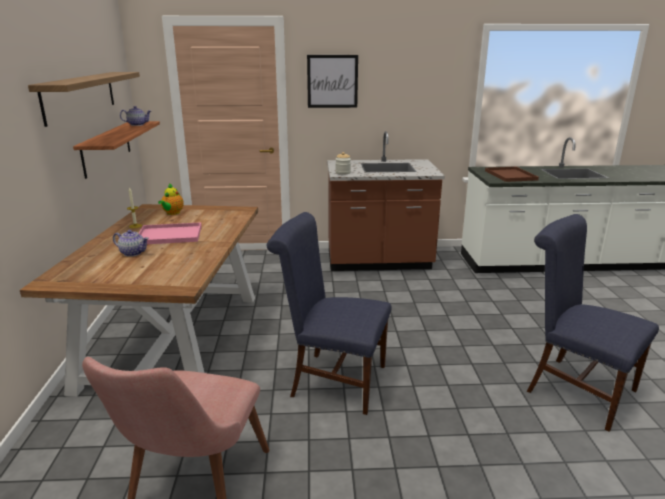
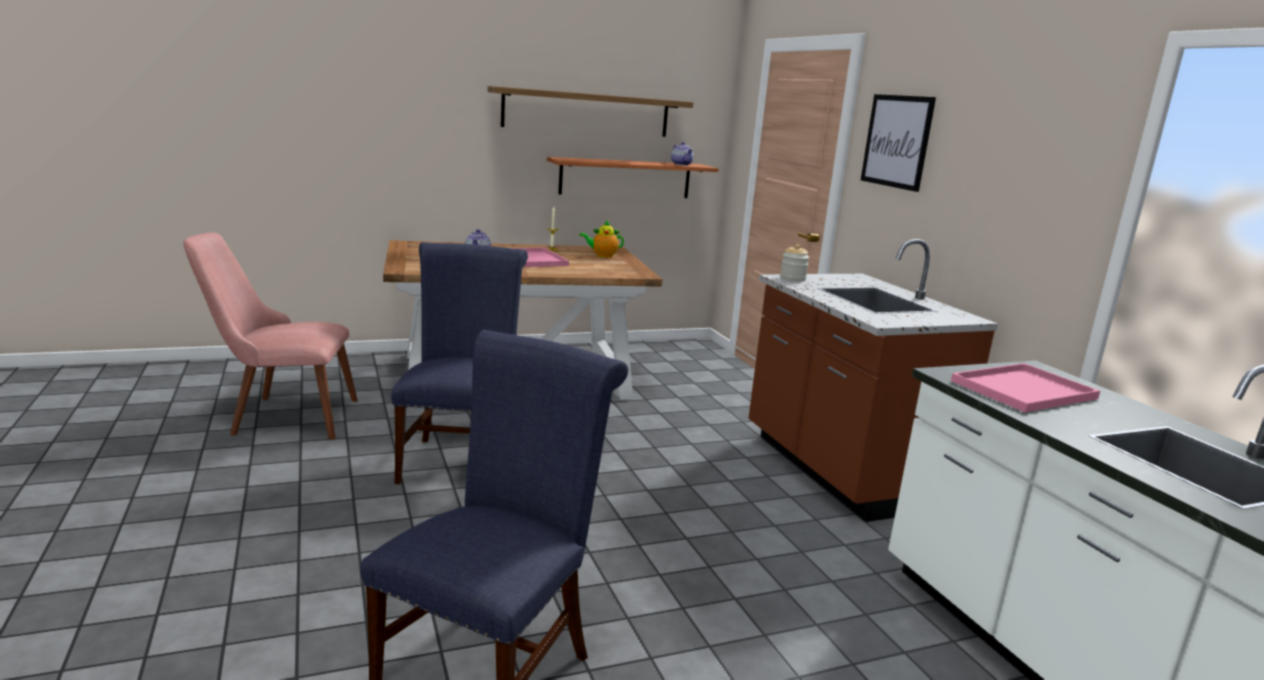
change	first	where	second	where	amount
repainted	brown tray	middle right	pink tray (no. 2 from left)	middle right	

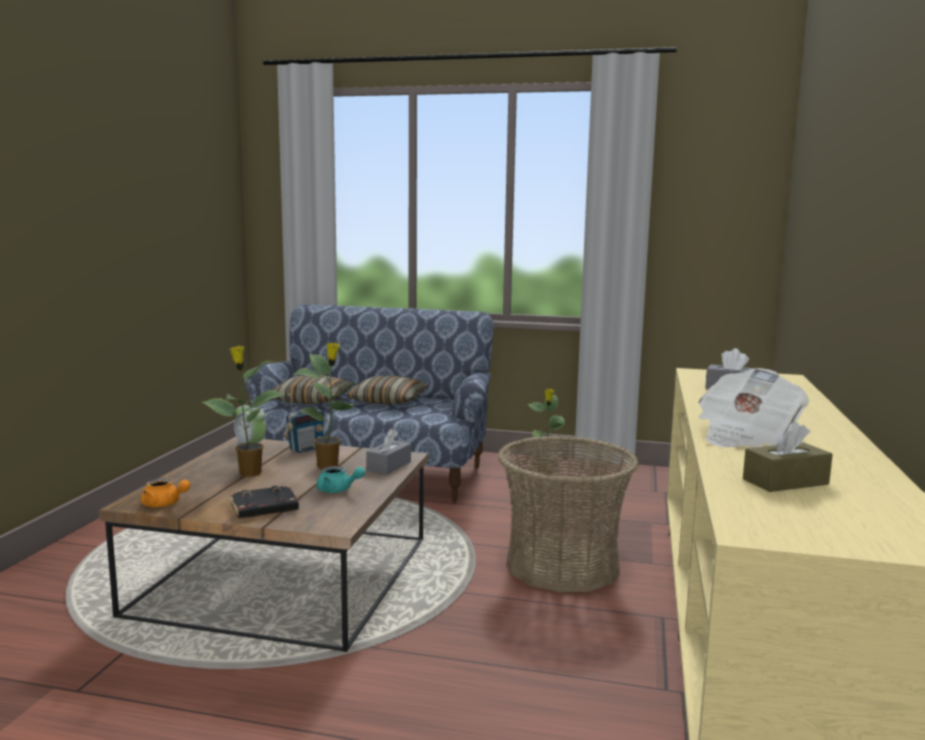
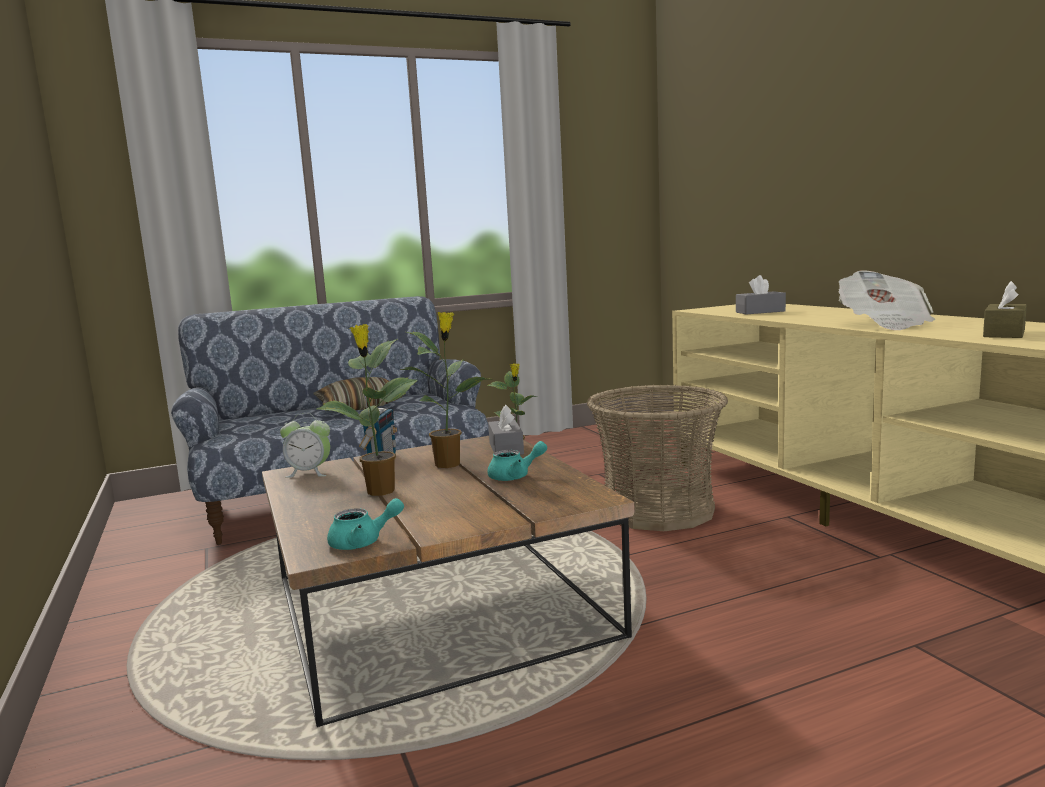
change	first	where	second	where	amount
gone	black book	bottom left			
gone	pillow (no. 1 from left)	centre			
repainted	orange teapot	middle left	turquoise teapot (no. 1 from left)	centre	

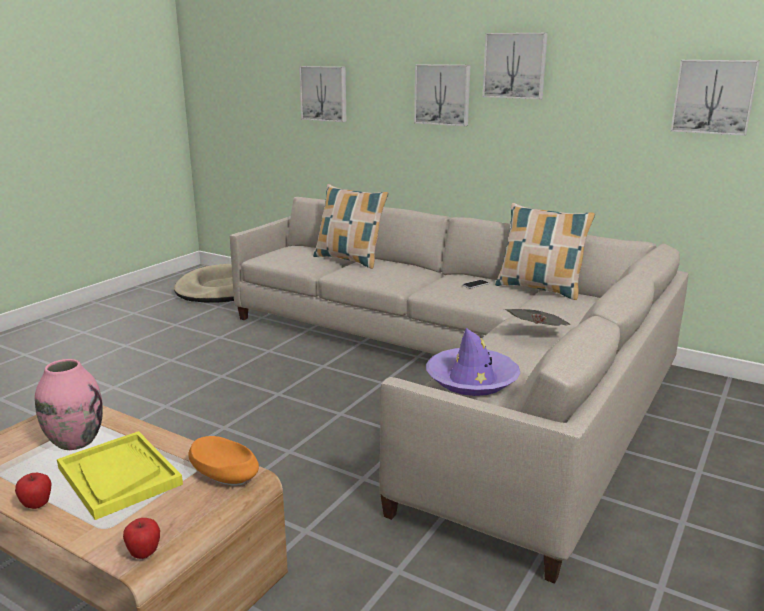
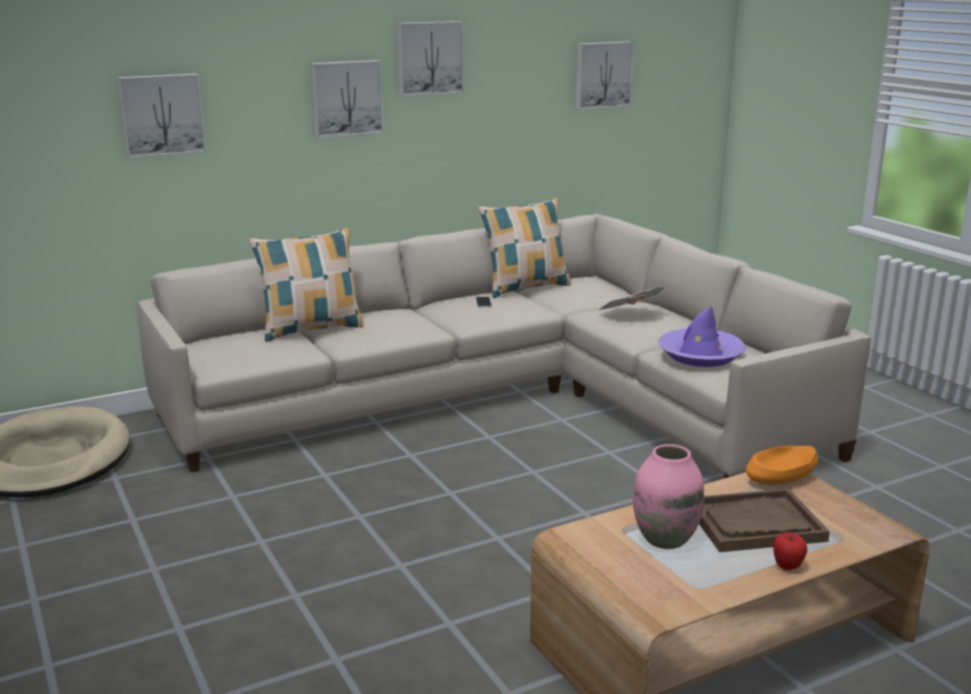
change	first	where	second	where	amount
gone	apple (no. 2 from left)	bottom left			
repainted	yellow tray	bottom left	brown tray	bottom right	

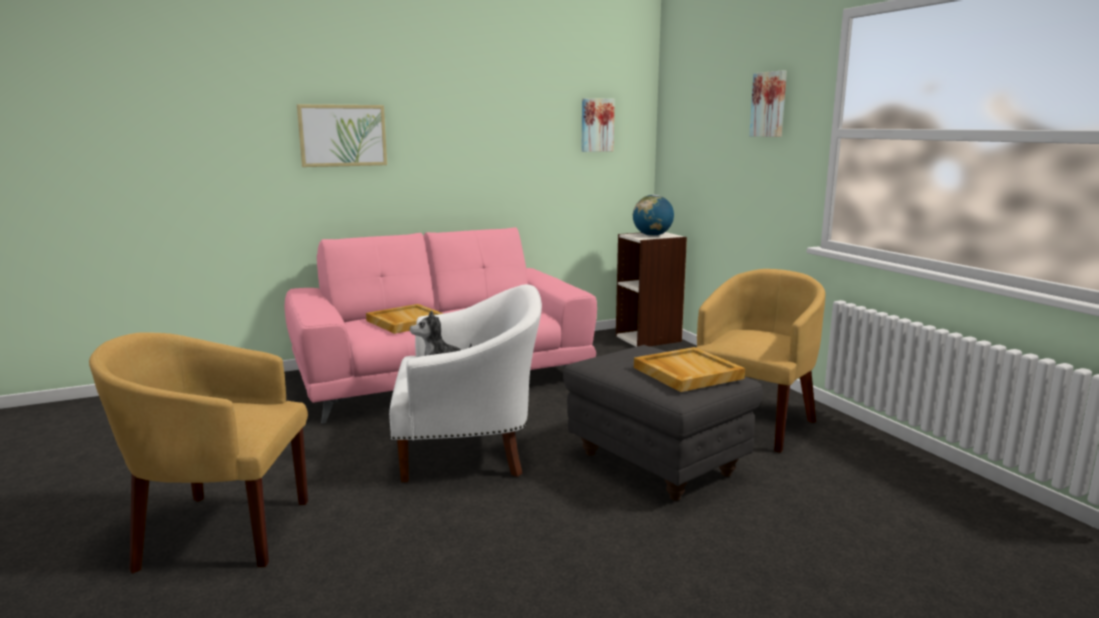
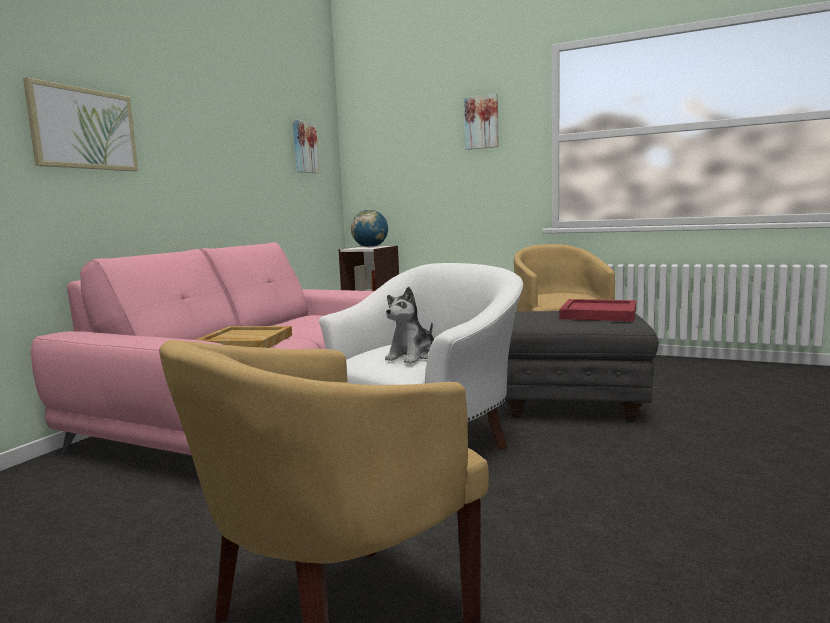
change	first	where	second	where	amount
repainted	beige tray (no. 2 from left)	centre	red tray	middle right	

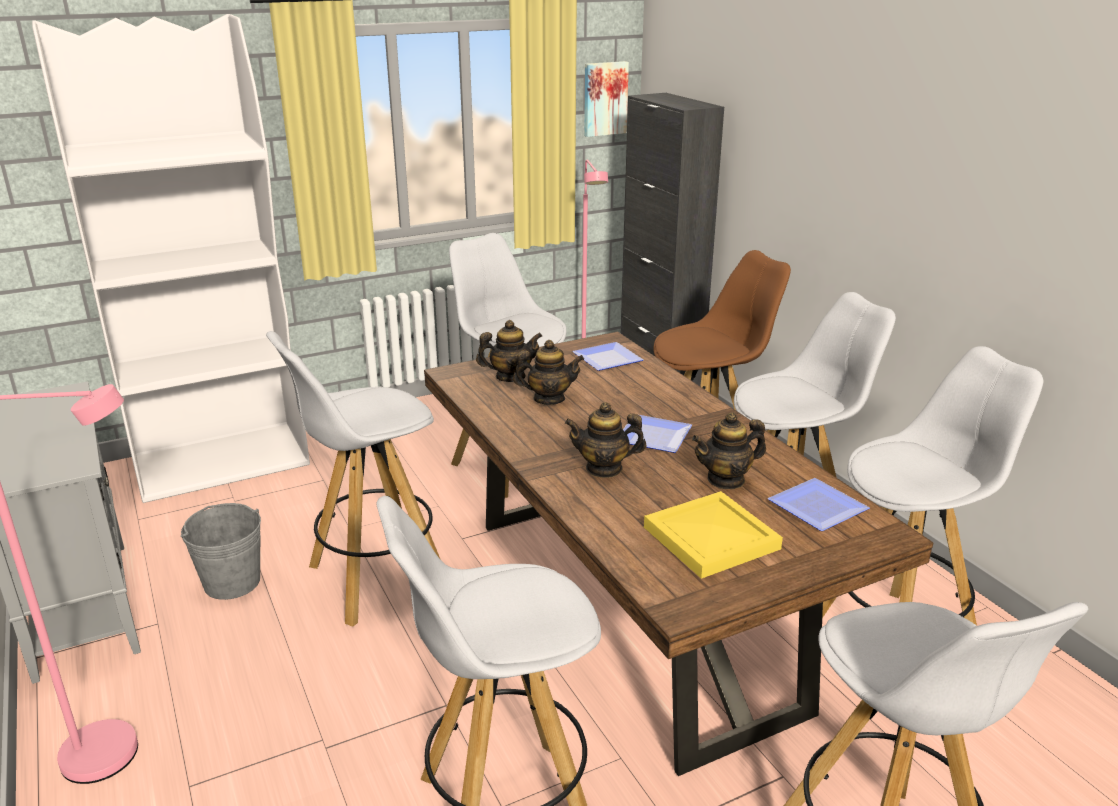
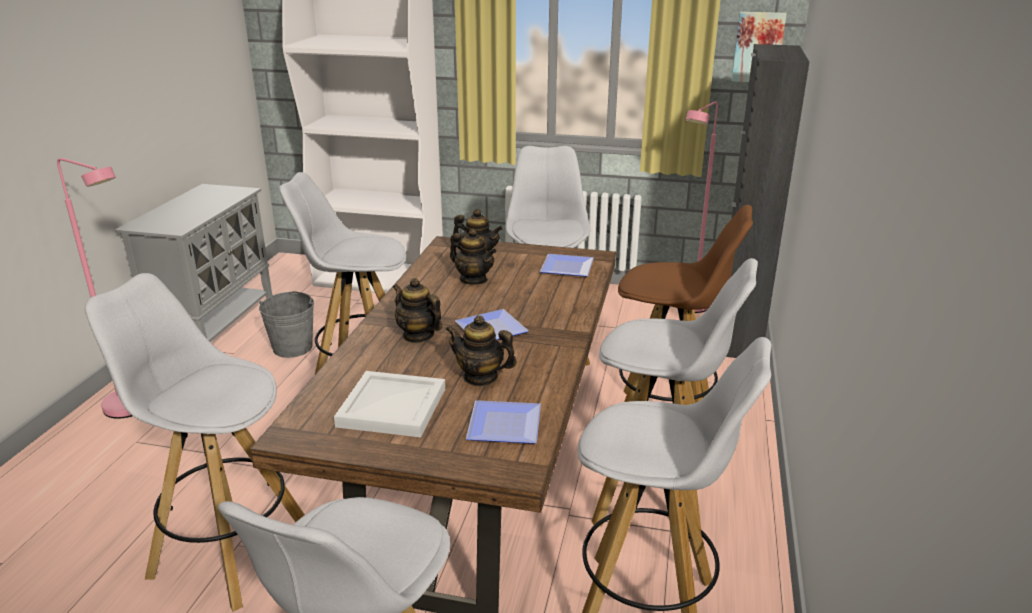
change	first	where	second	where	amount
repainted	yellow tray	centre	white tray	centre	

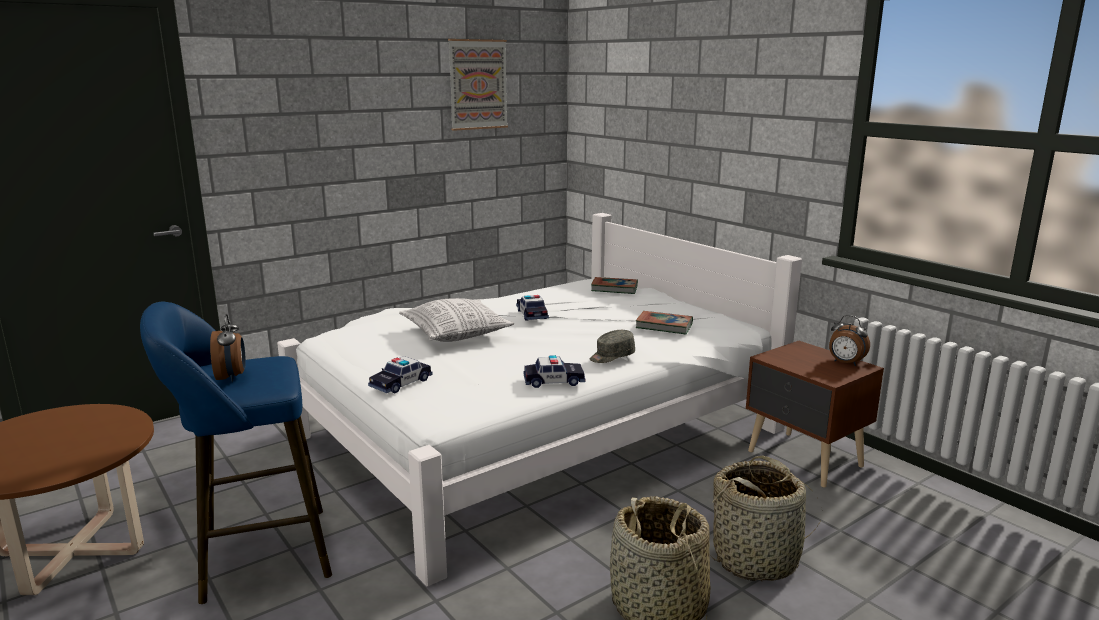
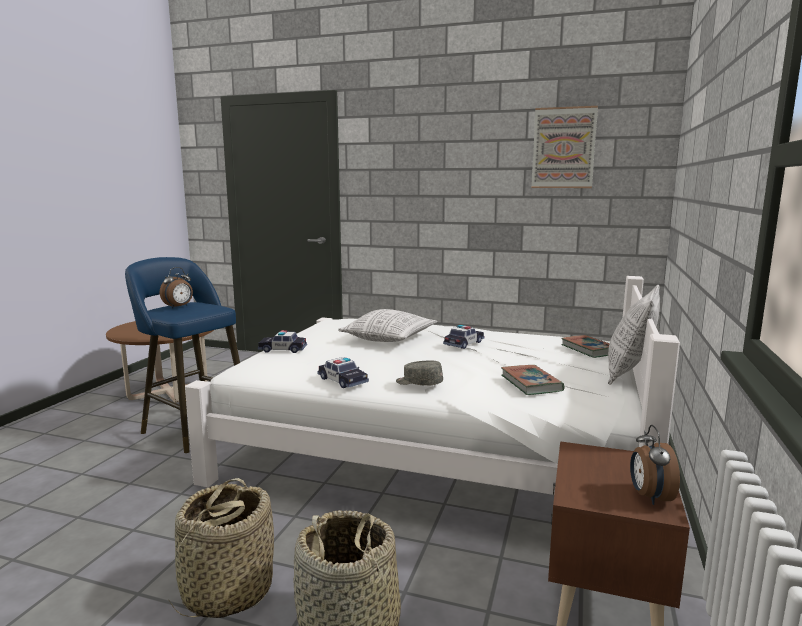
change	first	where	second	where	amount
new			pillow (no. 2 from left)	middle right	

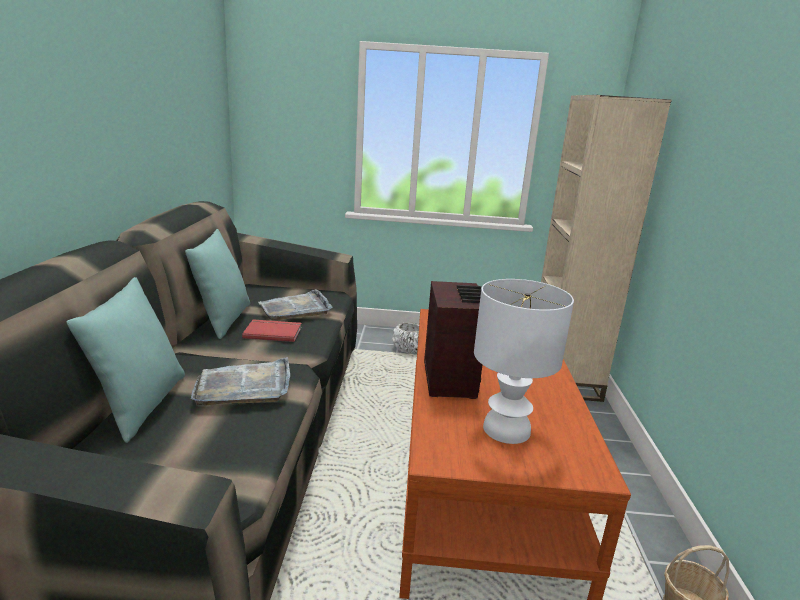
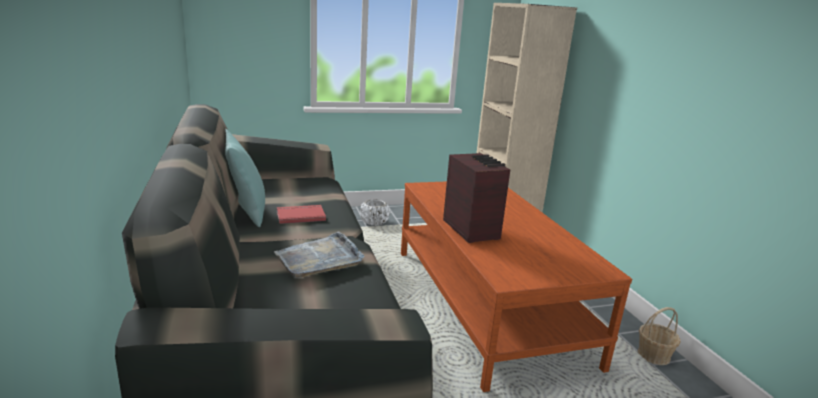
change	first	where	second	where	amount
gone	turquoise pillow (no. 1 from left)	middle left			
gone	grey tray (no. 2 from left)	centre			
gone	white table lamp	centre			

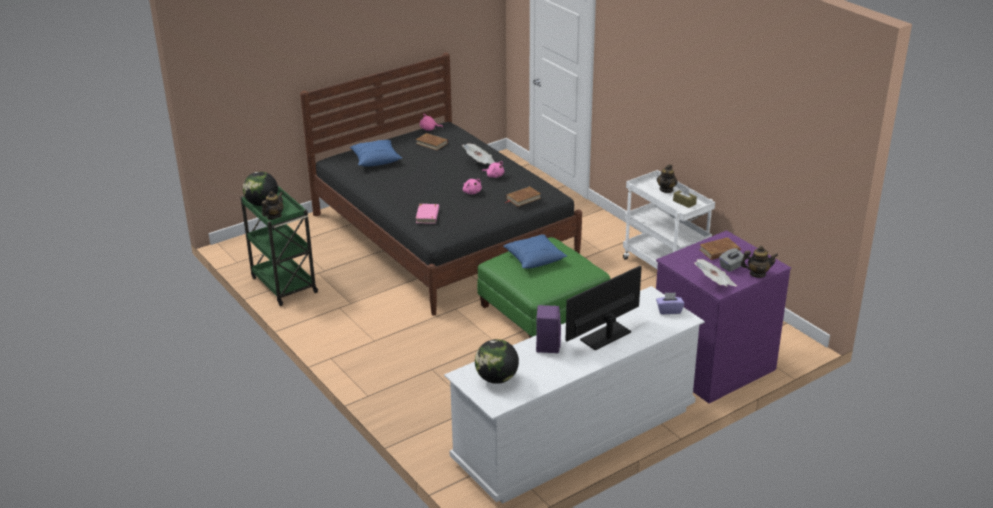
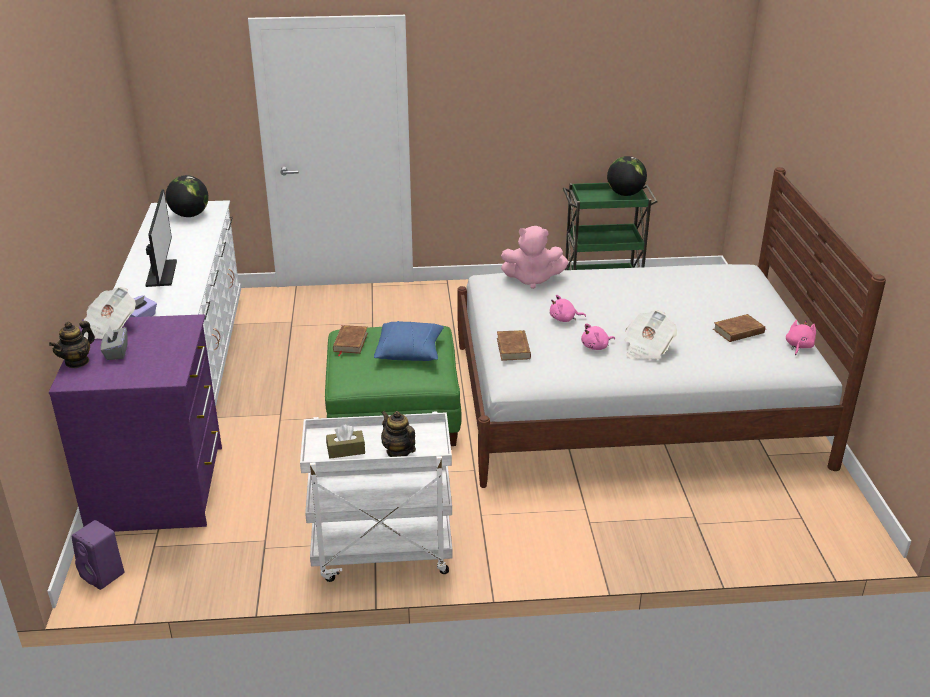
change	first	where	second	where	amount
gone	teapot (no. 1 from left)	middle left			
gone	blue pillow (no. 1 from left)	top centre			
shifted	purple speaker	centre		bottom left	
shifted	brown book (no. 3 from left in the first image)	middle right	brown book (no. 1 from left)	centre	
swapped	pink book	centre	pink plush toy (no. 1 from left)	centre	
repainted	black bed	centre	white bed	middle right	

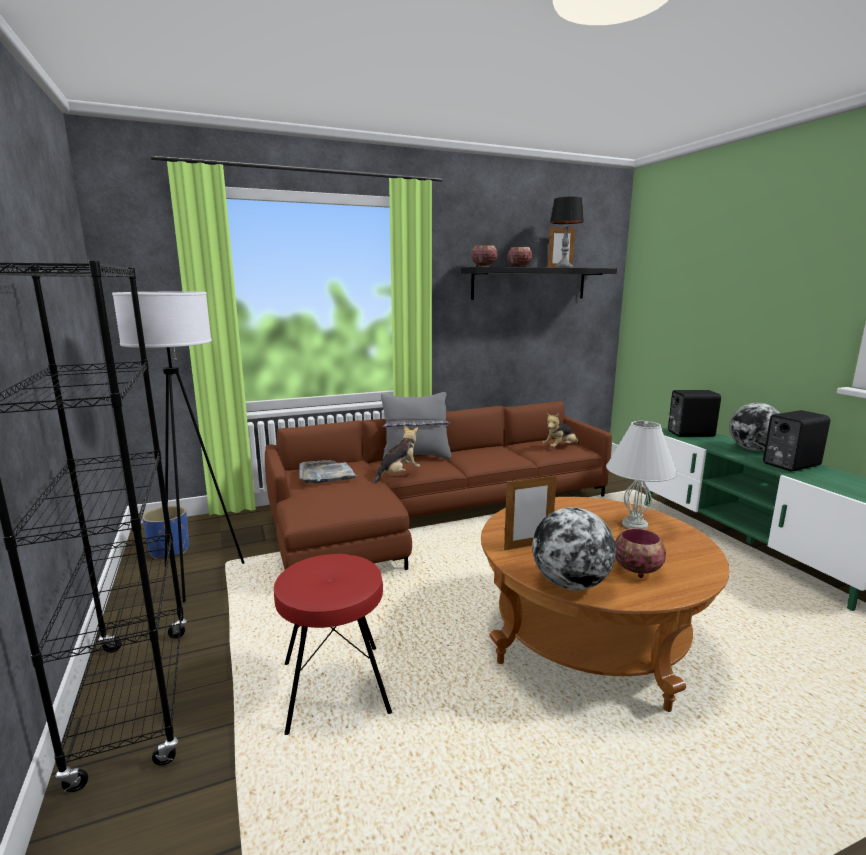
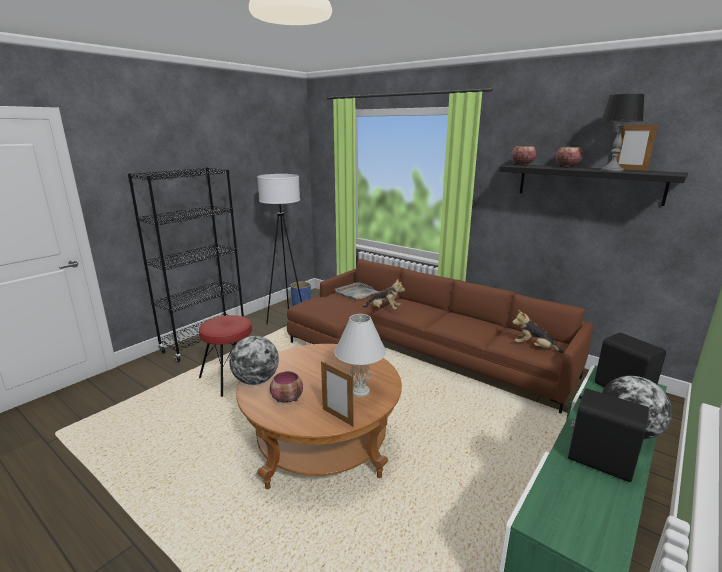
change	first	where	second	where	amount
gone	grey pillow	centre			
shifted	picture frame (no. 1 from left)	centre		bottom centre	

